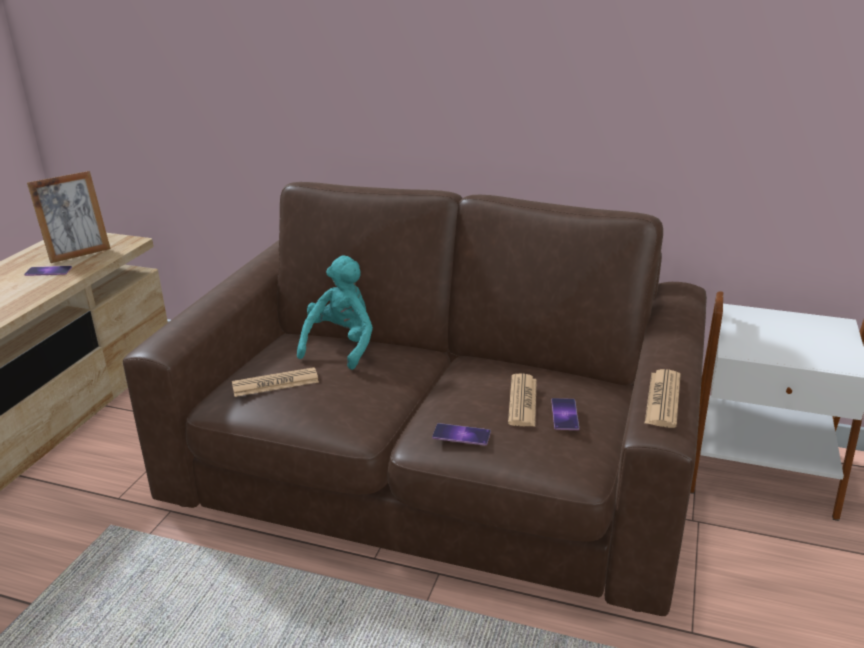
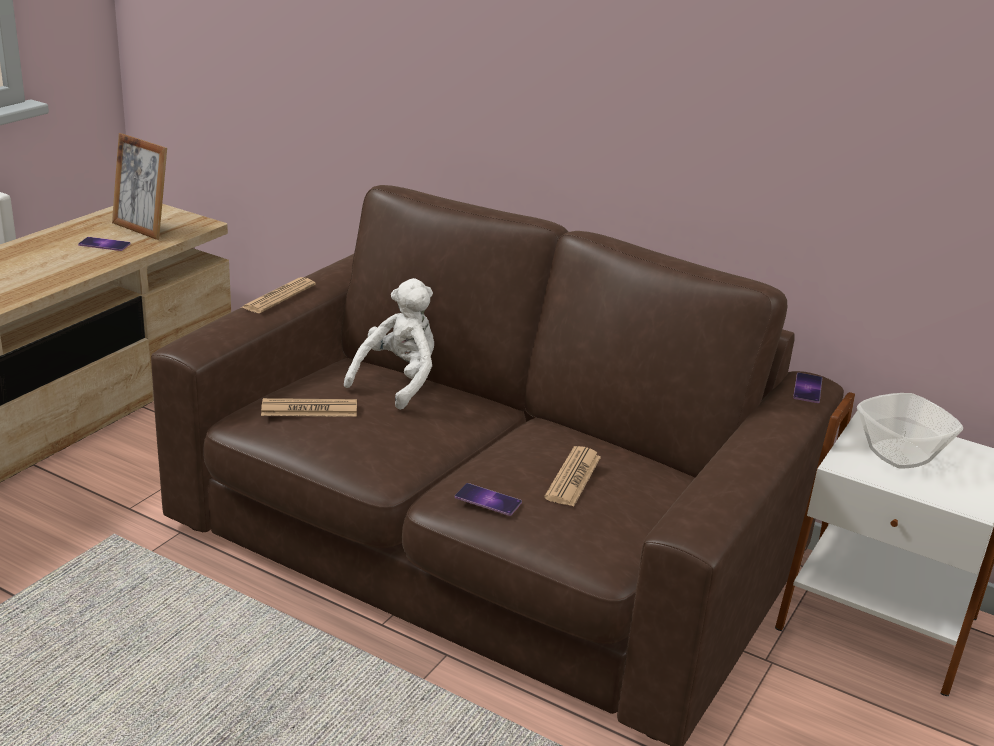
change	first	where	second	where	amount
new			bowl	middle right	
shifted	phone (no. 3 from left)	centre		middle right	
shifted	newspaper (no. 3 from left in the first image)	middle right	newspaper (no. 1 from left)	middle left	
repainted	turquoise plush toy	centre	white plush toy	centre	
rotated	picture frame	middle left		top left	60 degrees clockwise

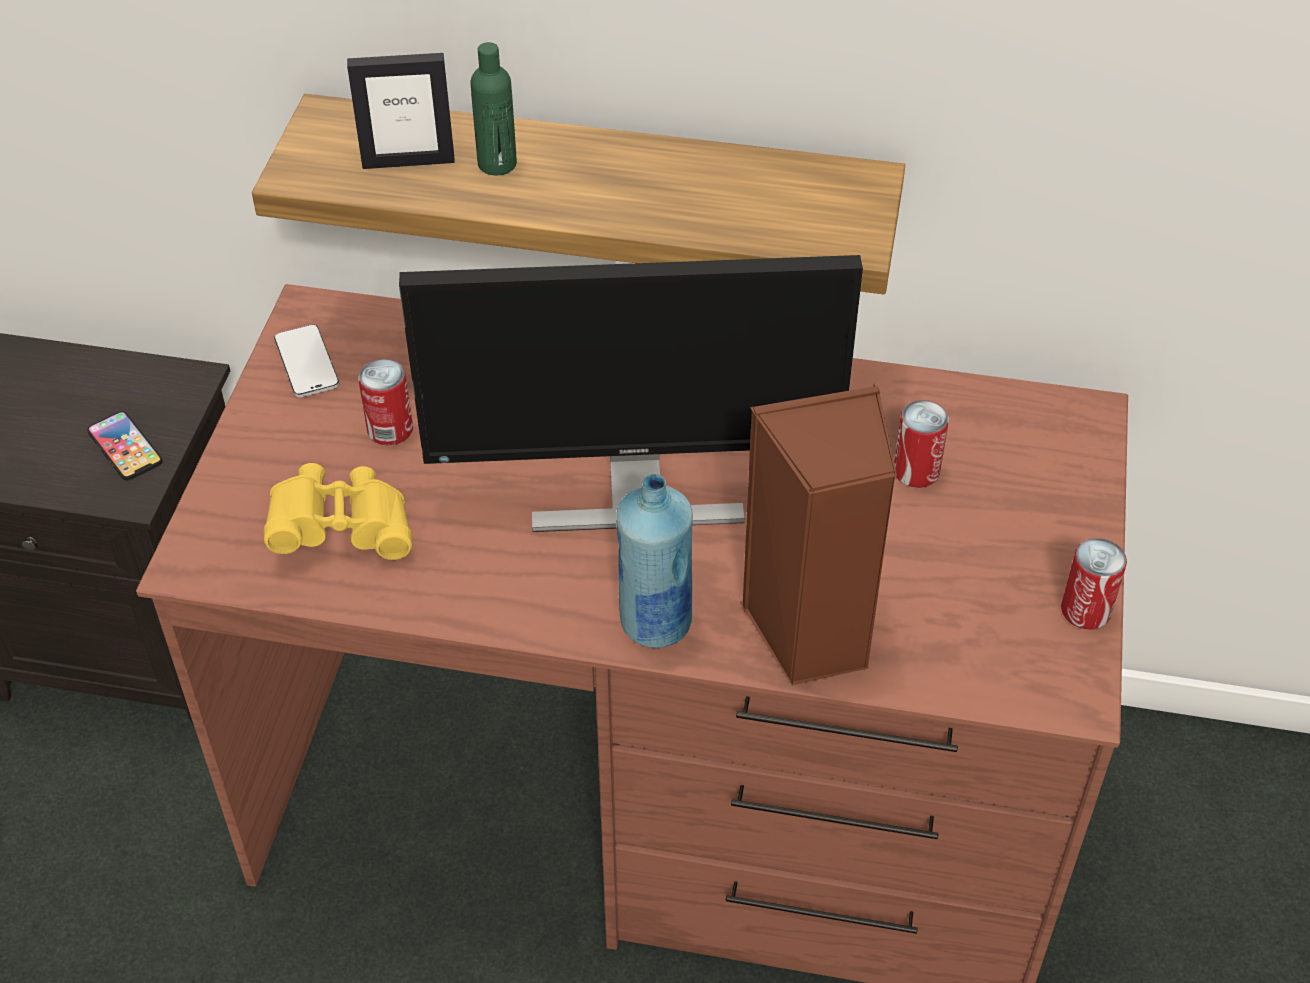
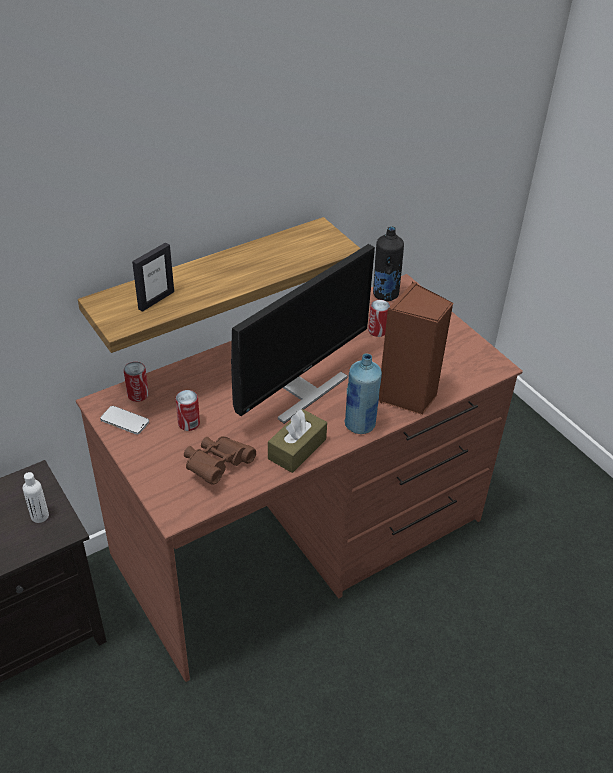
change	first	where	second	where	amount
gone	green bottle	top centre			
new			brown tissue box	centre	
new			black bottle	centre	
shifted	can (no. 3 from left in the first image)	middle right	can (no. 1 from left)	middle left	
swapped	phone (no. 1 from left)	middle left	white bottle	middle left	
repainted	yellow binoculars	middle left	brown binoculars	centre	

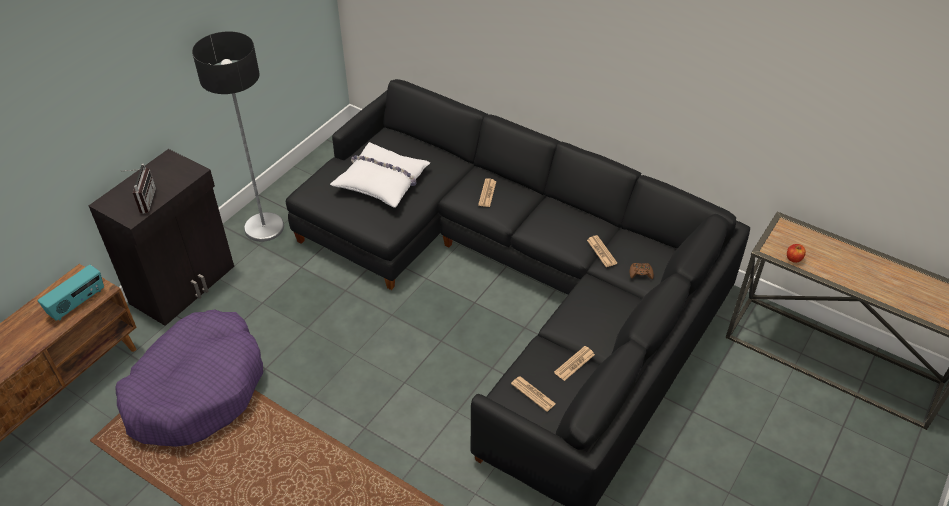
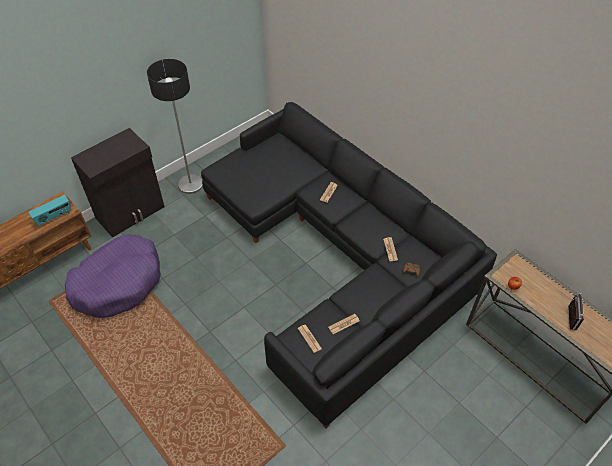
change	first	where	second	where	amount
gone	white pillow	centre			
shifted	radio (no. 2 from left)	middle left		bottom right	

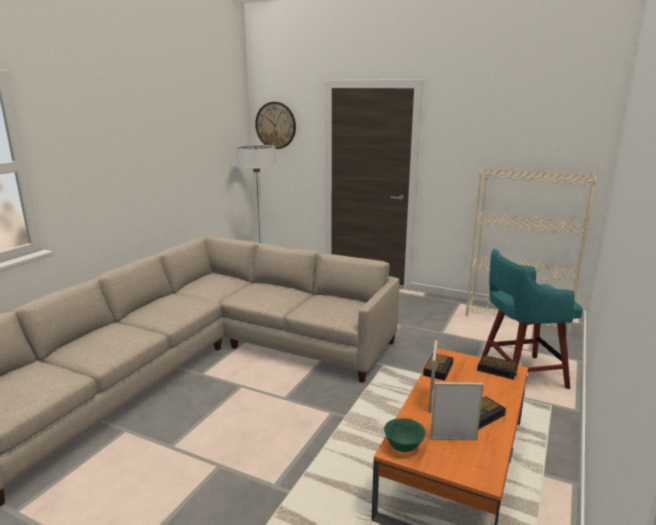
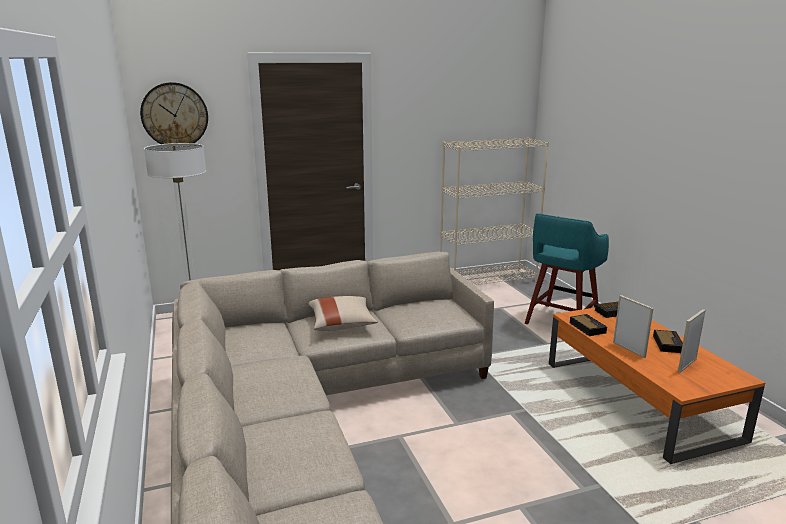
change	first	where	second	where	amount
gone	green bowl	bottom centre			
new			beige pillow	centre	

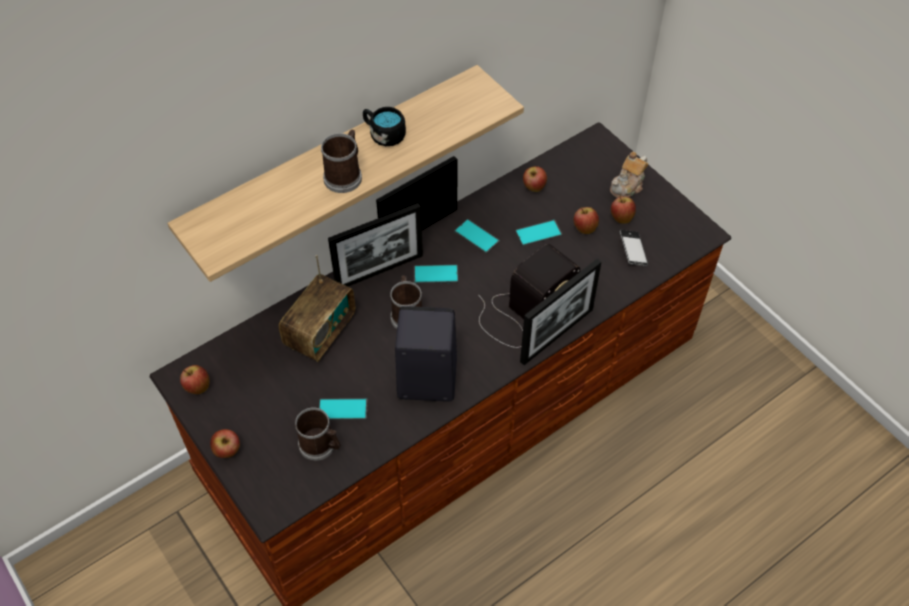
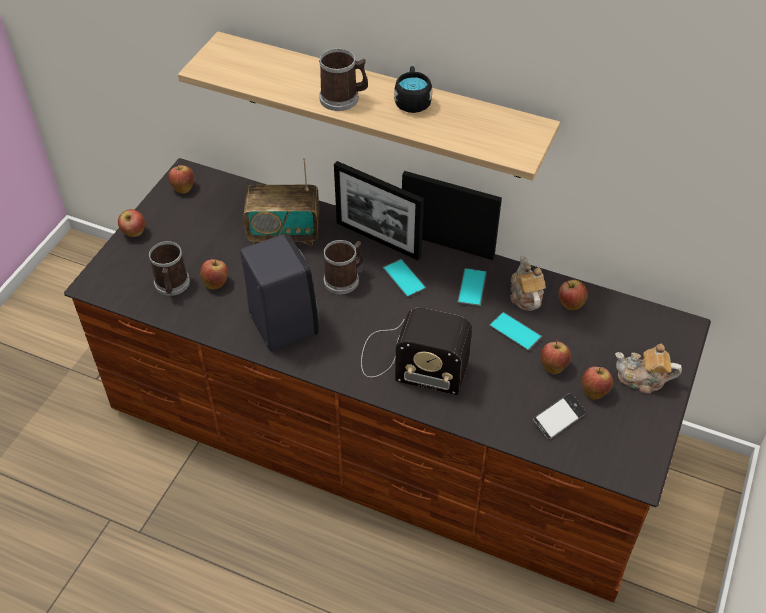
change	first	where	second	where	amount
gone	picture frame (no. 3 from left)	centre			
new			teapot (no. 1 from left)	middle right	
swapped	phone (no. 1 from left)	bottom centre	apple (no. 3 from left)	middle left	

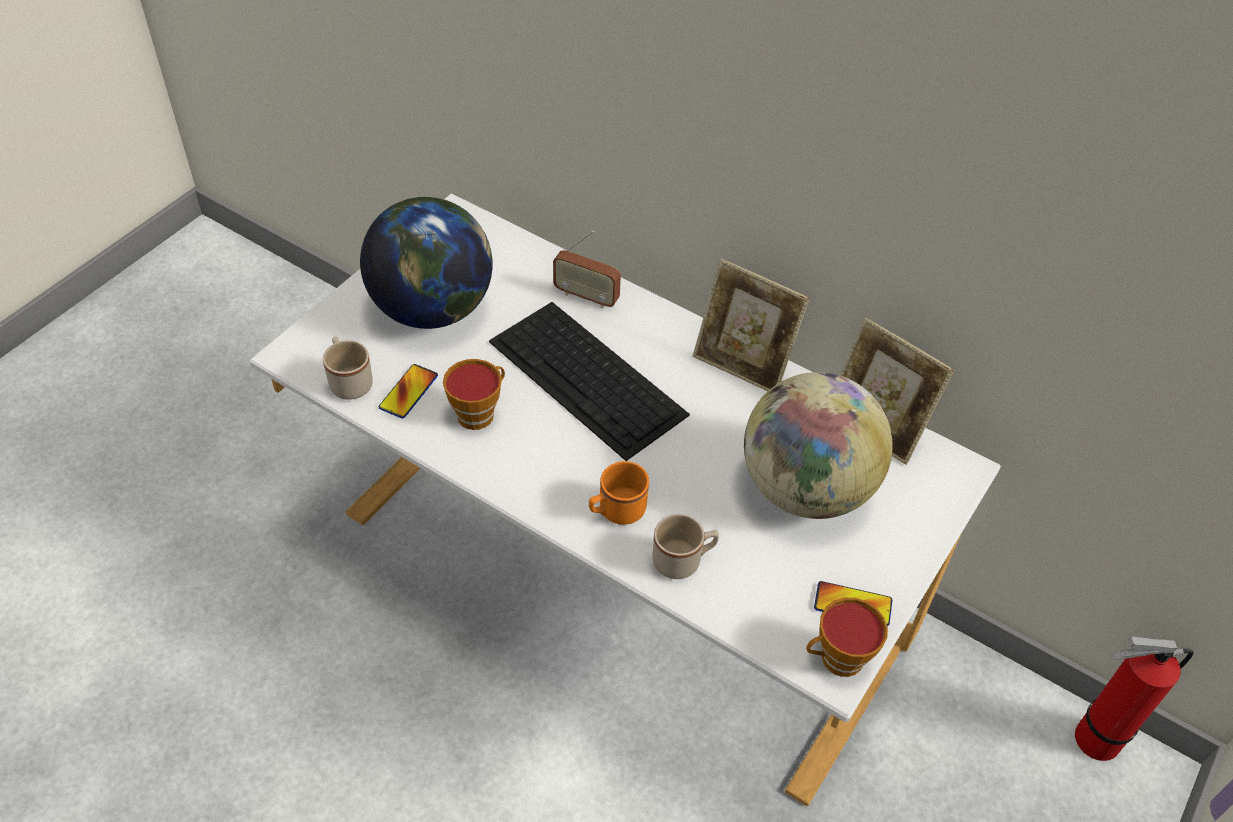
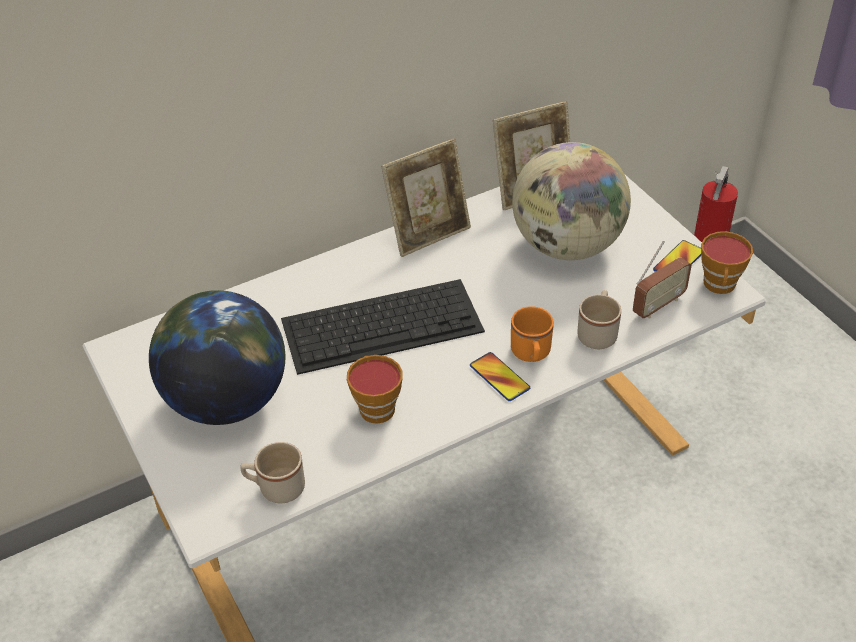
change	first	where	second	where	amount
shifted	phone (no. 1 from left)	middle left		centre	
shifted	radio	top centre		middle right	

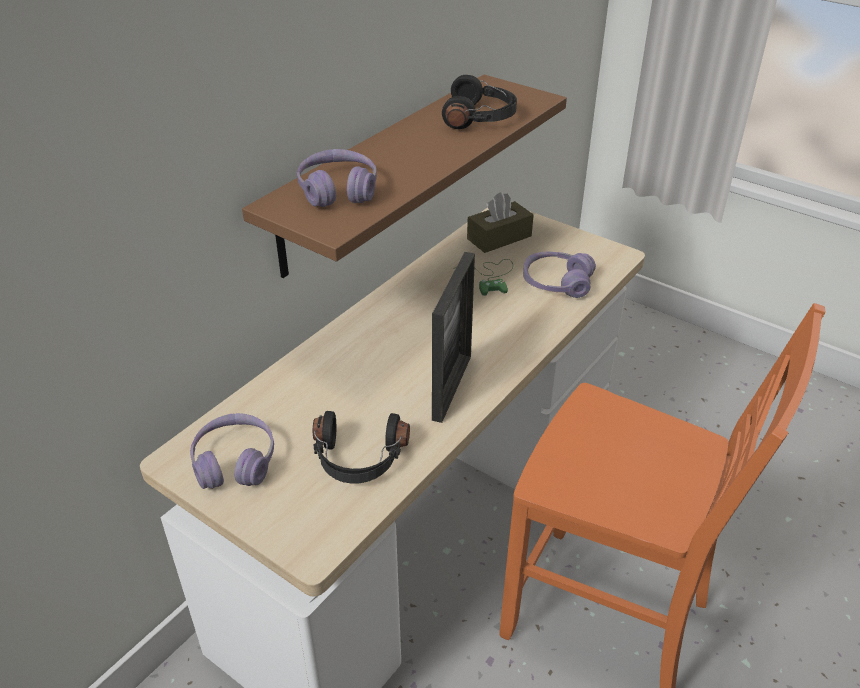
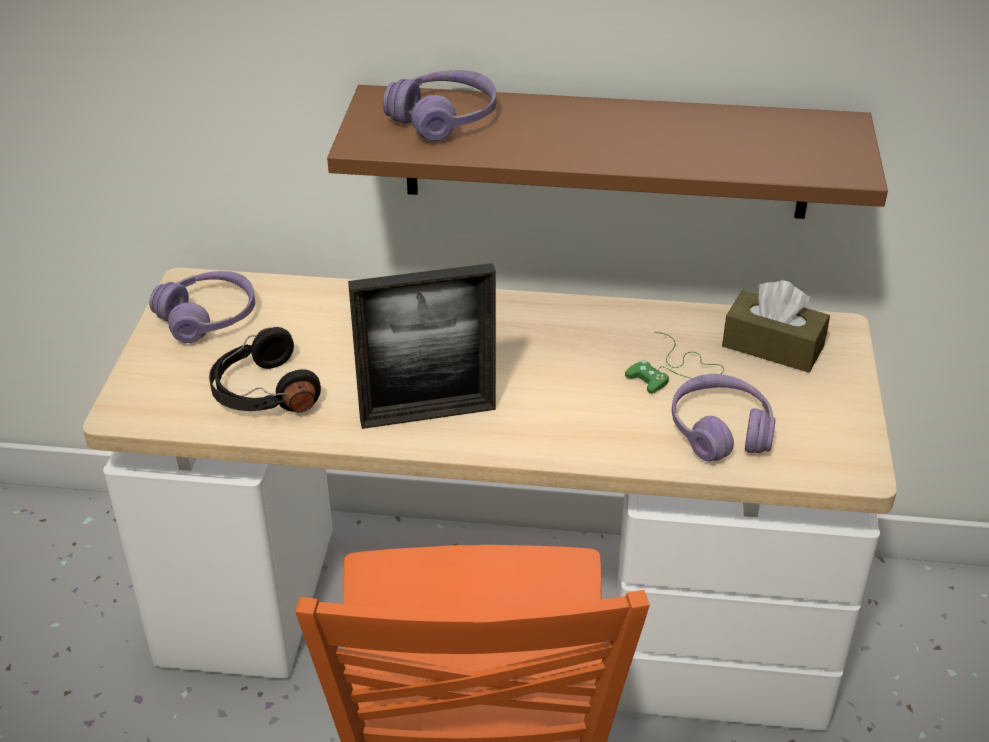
change	first	where	second	where	amount
gone	black headphones (no. 2 from left)	top centre			

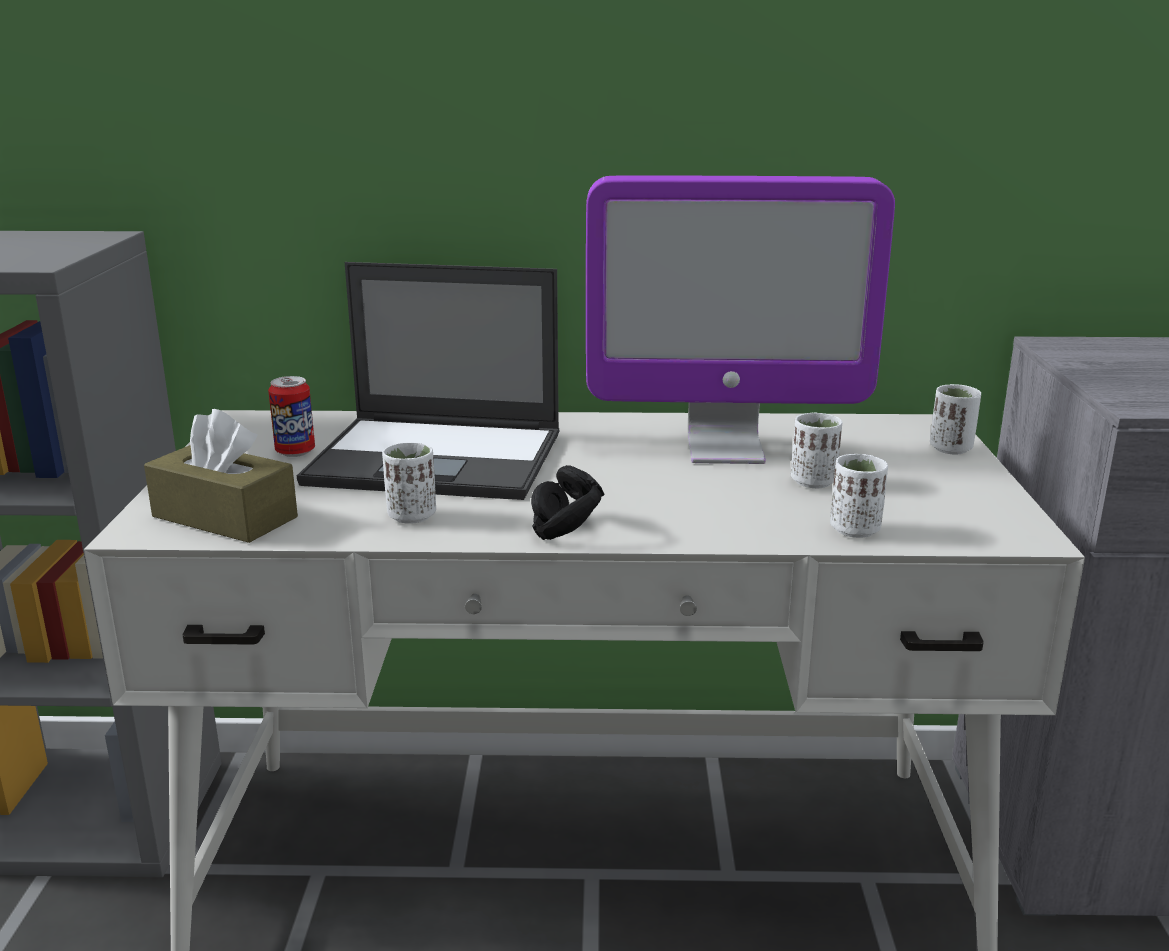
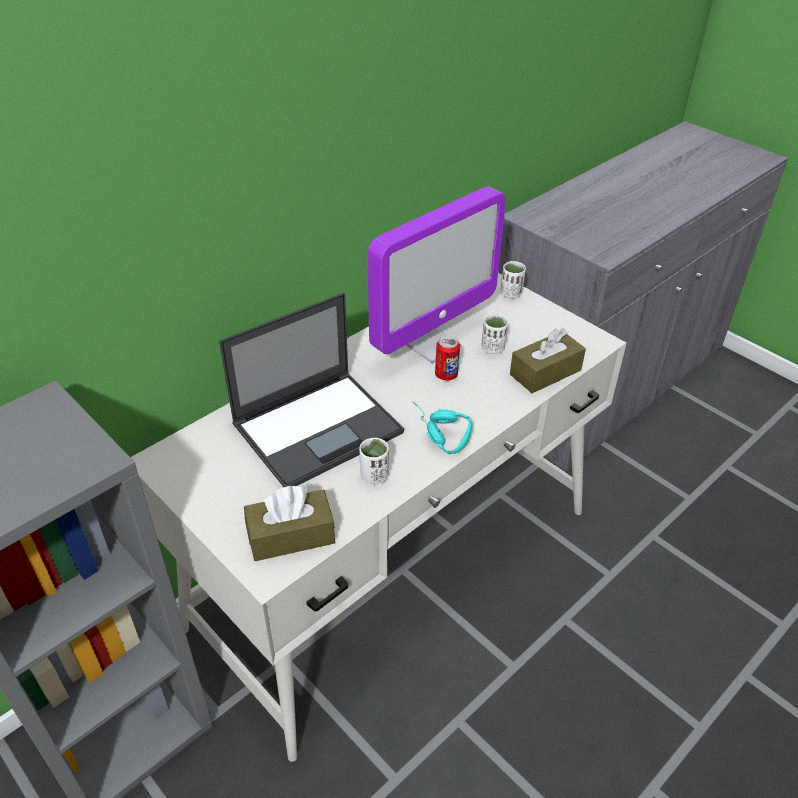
change	first	where	second	where	amount
shifted	can	middle left		centre	
swapped	white cup (no. 3 from left)	middle right	brown tissue box (no. 2 from left)	middle right	
repainted	black headphones	centre	turquoise headphones	centre	

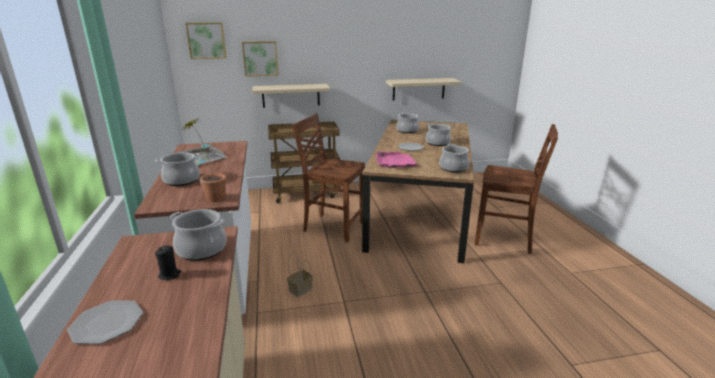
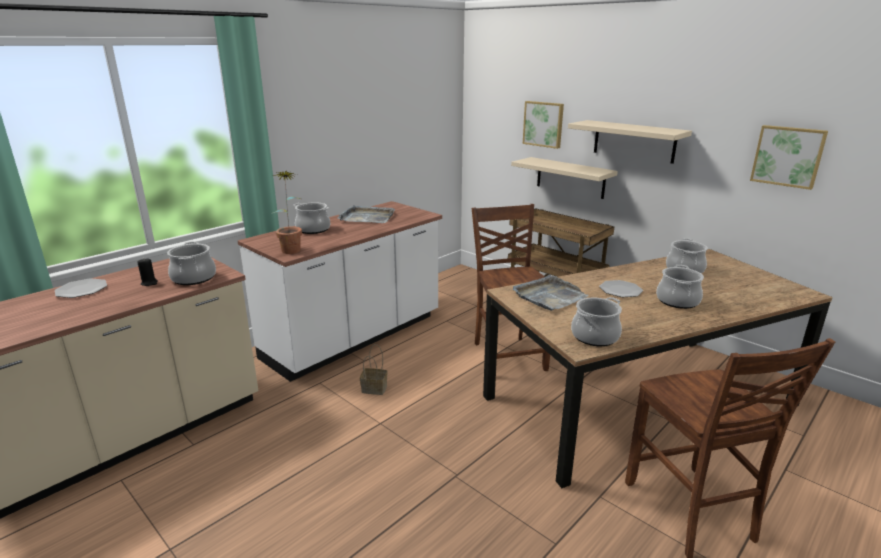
change	first	where	second	where	amount
shifted	picture (no. 1 from left in the first image)	top left	picture (no. 2 from left)	top right	
shifted	beige shelf (no. 2 from left)	top centre		top right	
repainted	pink tray	centre	grey tray (no. 2 from left)	centre	

